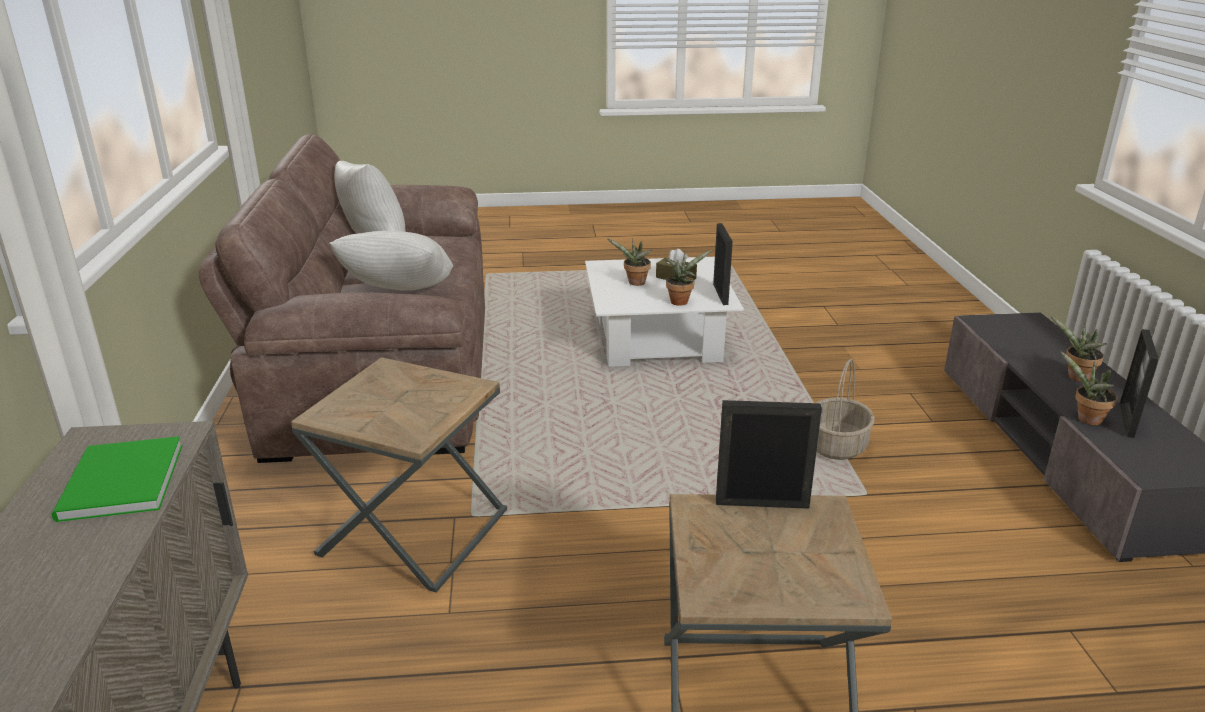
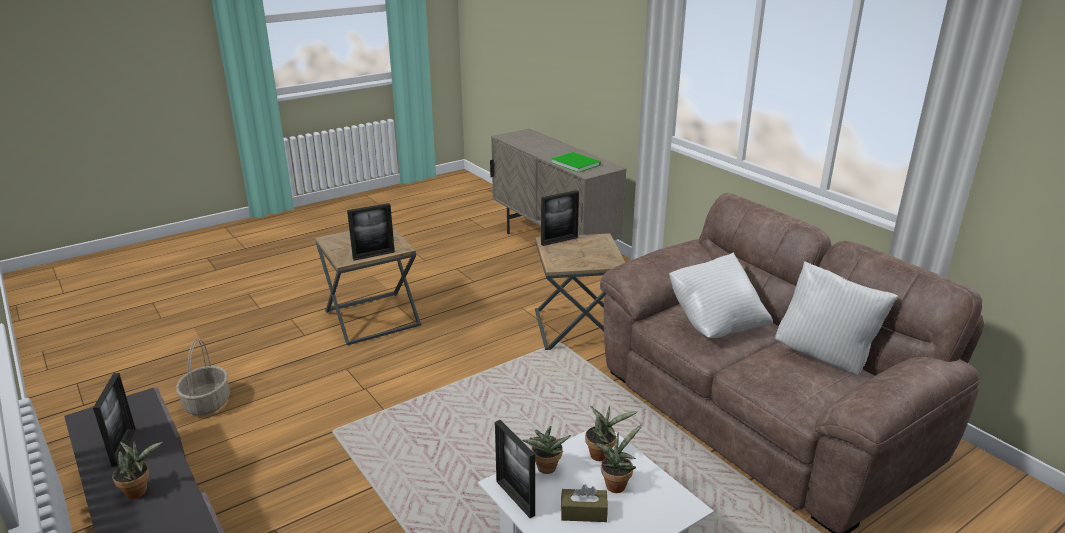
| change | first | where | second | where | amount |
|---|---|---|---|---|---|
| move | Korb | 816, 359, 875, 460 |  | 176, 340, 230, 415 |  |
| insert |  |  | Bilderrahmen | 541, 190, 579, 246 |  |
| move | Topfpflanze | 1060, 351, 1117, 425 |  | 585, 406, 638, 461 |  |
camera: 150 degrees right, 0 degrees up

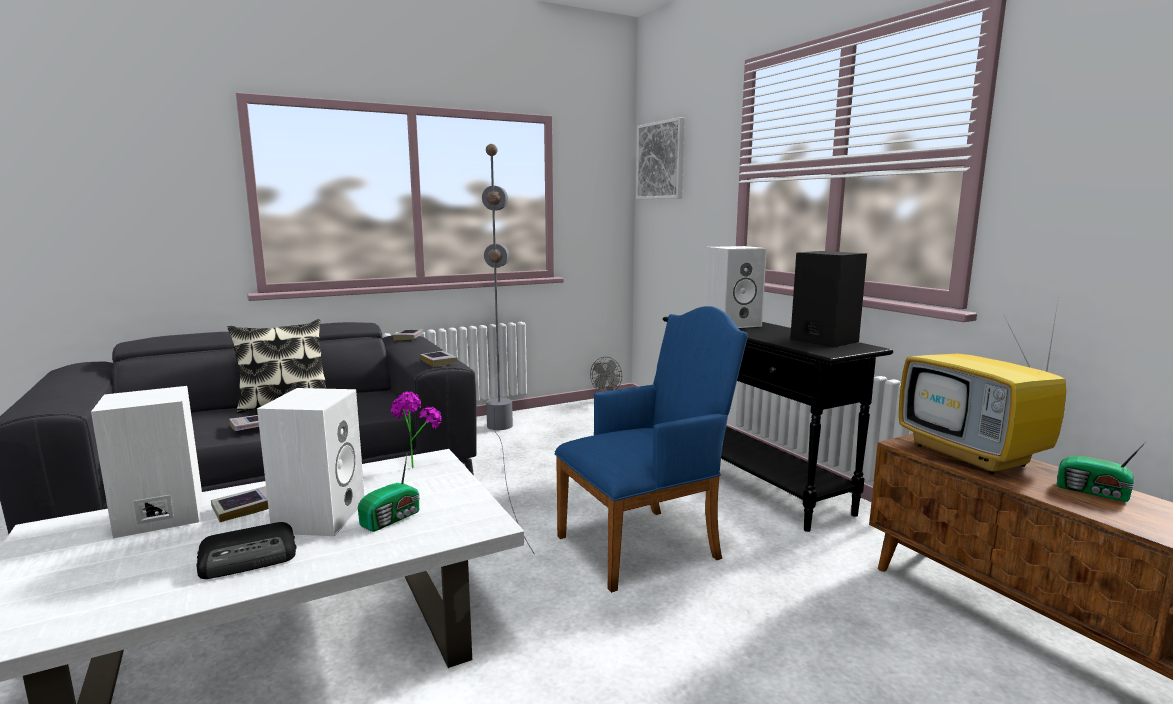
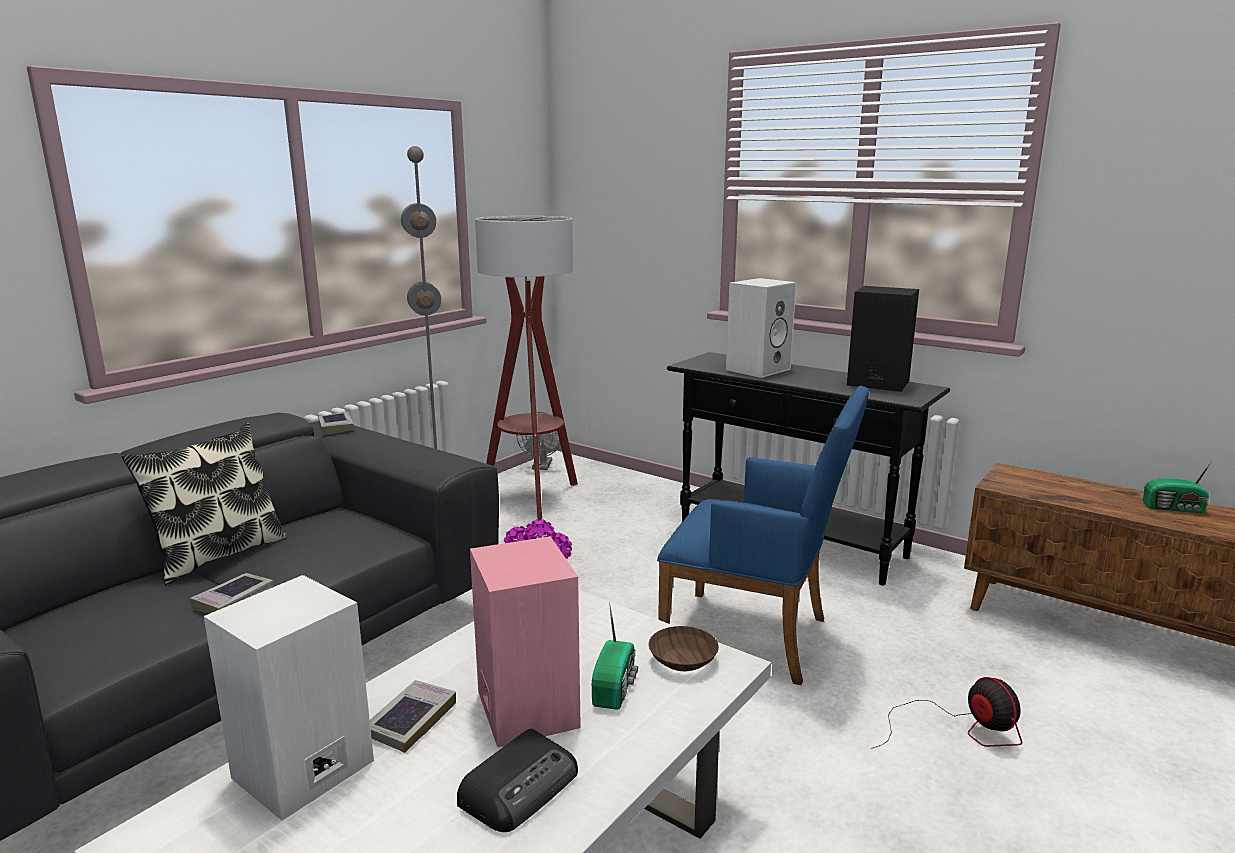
| change | first | where | second | where | amount |
|---|---|---|---|---|---|
| recolor | Lautsprecher [weiß] | 257, 388, 365, 536 | Lautsprecher [rosa] | 470, 536, 581, 747 |  |
| insert |  |  | Stehlampe | 475, 216, 578, 520 |  |
| insert |  |  | Schüssel [braun] | 649, 626, 719, 671 |  |
| rotate | Sessel [blau] | 554, 306, 748, 593 |  | 657, 386, 869, 685 | 75 degrees clockwise |
| insert |  |  | Ventilator | 871, 677, 1022, 749 |  |
| delete | Buch | 420, 351, 458, 367 |  |  |  |
| delete | Bild | 636, 117, 685, 199 |  |  |  |
| delete | Fernseher | 899, 296, 1066, 474 |  |  |  |
camera: 25 degrees left, 5 degrees up

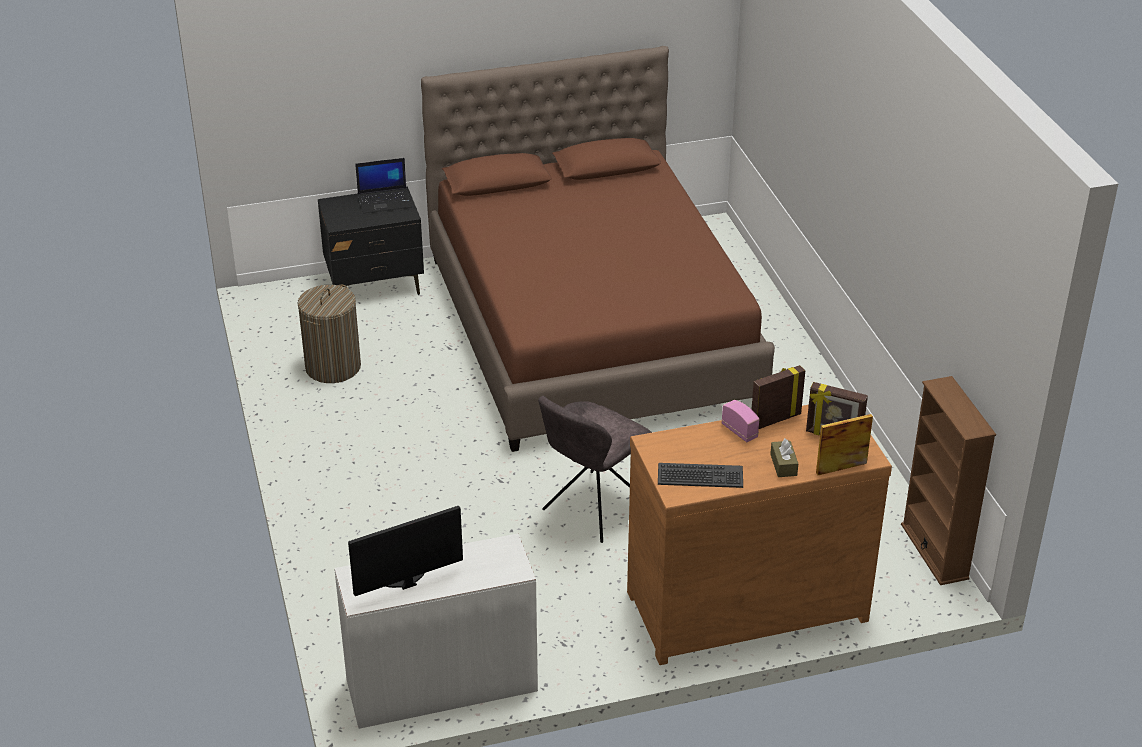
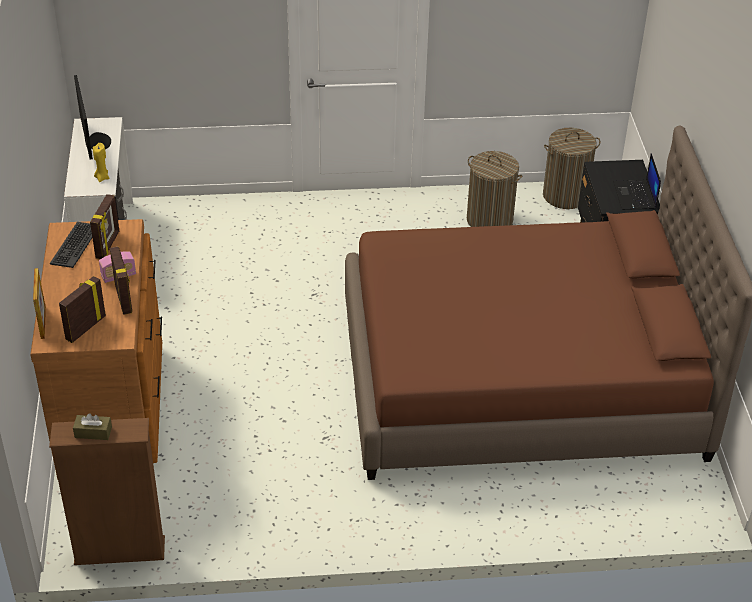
| change | first | where | second | where | amount |
|---|---|---|---|---|---|
| move | Taschentuchbox [braun] | 770, 439, 798, 477 |  | 73, 413, 112, 440 |  |
| insert |  |  | Bilderrahmen | 90, 194, 119, 259 |  |
| insert |  |  | Kerze [gelb] | 93, 143, 109, 182 |  |
| insert |  |  | Wäschekorb | 543, 128, 600, 209 |  |
| delete | Stuhl [grau] | 538, 396, 652, 543 |  |  |  |
camera: 100 degrees right, 5 degrees up

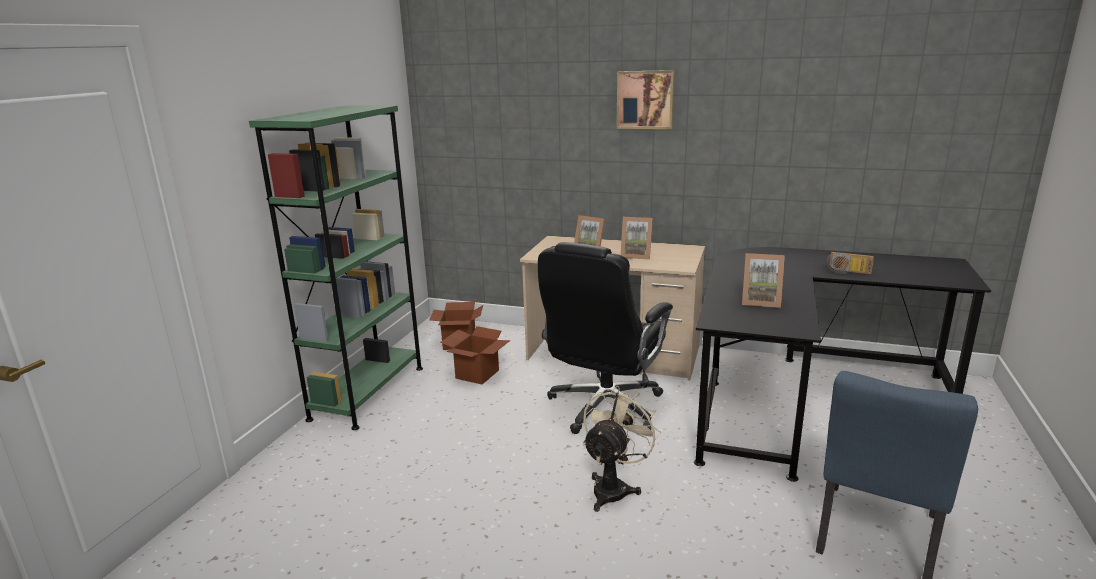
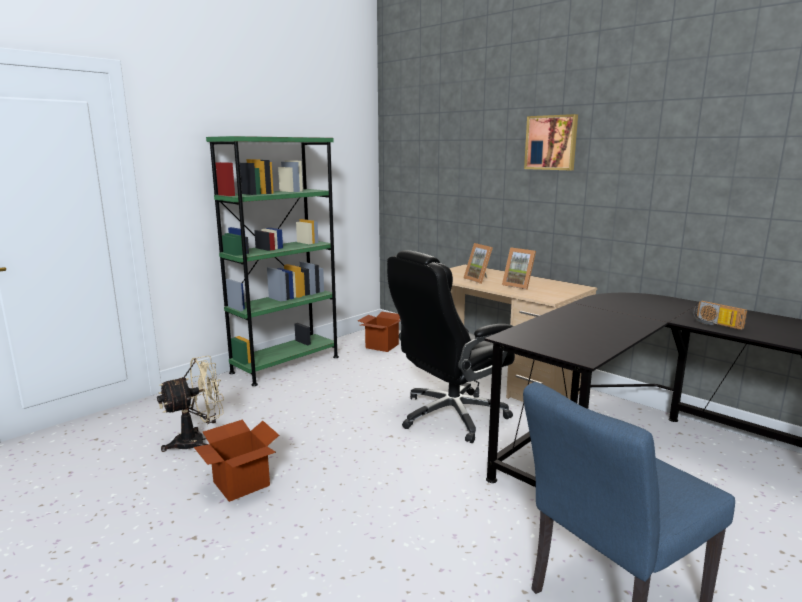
| change | first | where | second | where | amount |
|---|---|---|---|---|---|
| move | Ventilator [beige] | 583, 386, 661, 512 |  | 157, 355, 224, 452 |  |
| move | Karton | 441, 326, 510, 385 |  | 194, 419, 279, 502 |  |
| delete | Bilderrahmen | 742, 253, 785, 308 |  |  |  |
camera: 25 degrees right, 5 degrees down

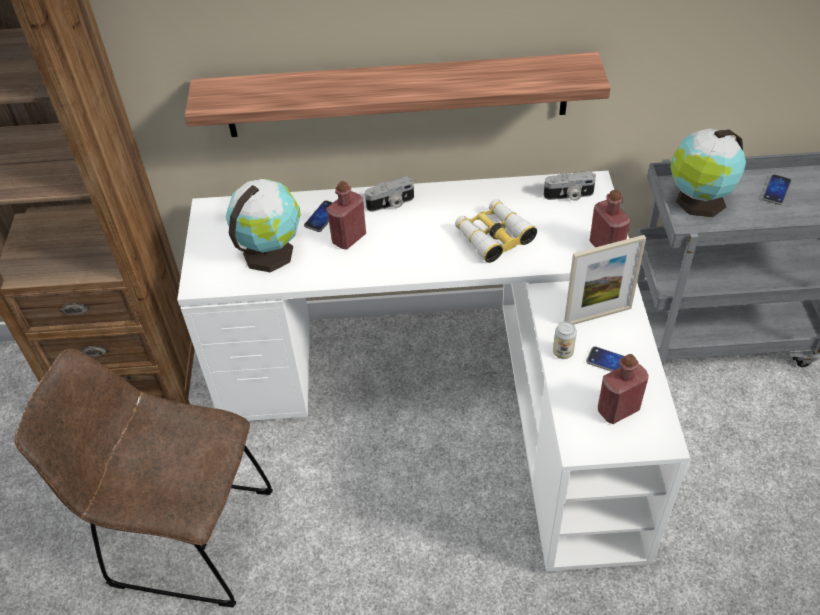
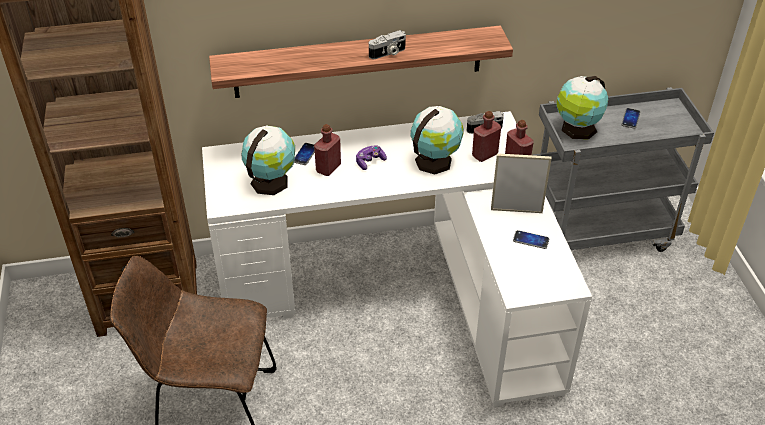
| change | first | where | second | where | amount |
|---|---|---|---|---|---|
| insert |  |  | Gamepad | 356, 145, 387, 170 |  |
| move | Kamera | 365, 176, 414, 212 |  | 369, 30, 406, 59 |  |
| replace | Fernglas | 455, 199, 537, 263 | Globus | 410, 106, 464, 174 |  |
| move | Flasche [rot] | 598, 354, 649, 424 |  | 472, 111, 501, 162 |  |
| rotate | Bilderrahmen | 564, 235, 646, 325 |  | 491, 153, 551, 213 | 150 degrees counterclockwise |
| delete | Dose | 553, 321, 577, 359 |  |  |  |
camera: 10 degrees left, 5 degrees down

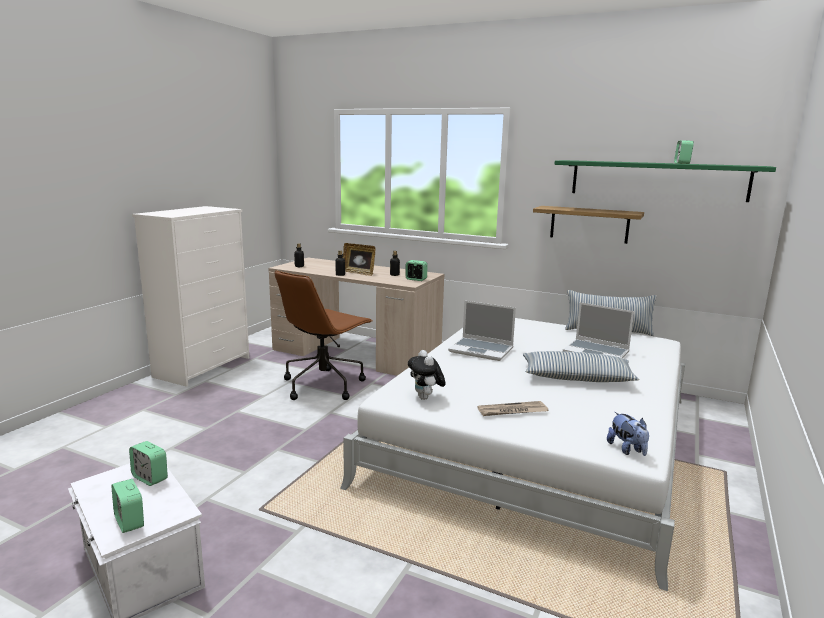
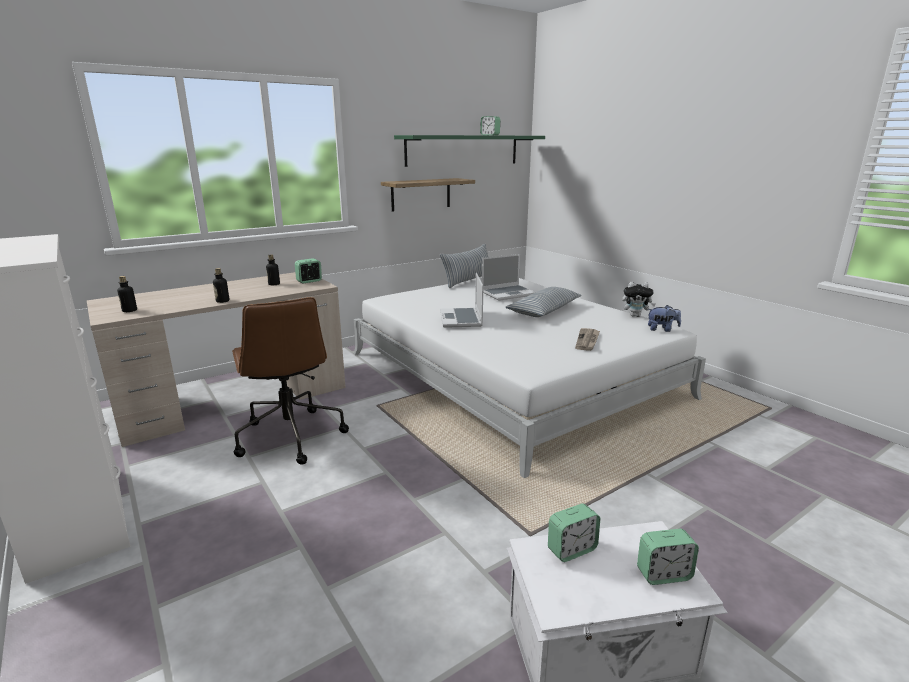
| change | first | where | second | where | amount |
|---|---|---|---|---|---|
| rotate | Laptop | 448, 301, 516, 361 |  | 440, 273, 484, 328 | 120 degrees clockwise |
| move | Plüschtier | 408, 350, 446, 400 |  | 622, 281, 656, 317 |  |
| delete | Bilderrahmen | 343, 243, 376, 276 |  |  |  |
camera: 60 degrees left, 5 degrees up

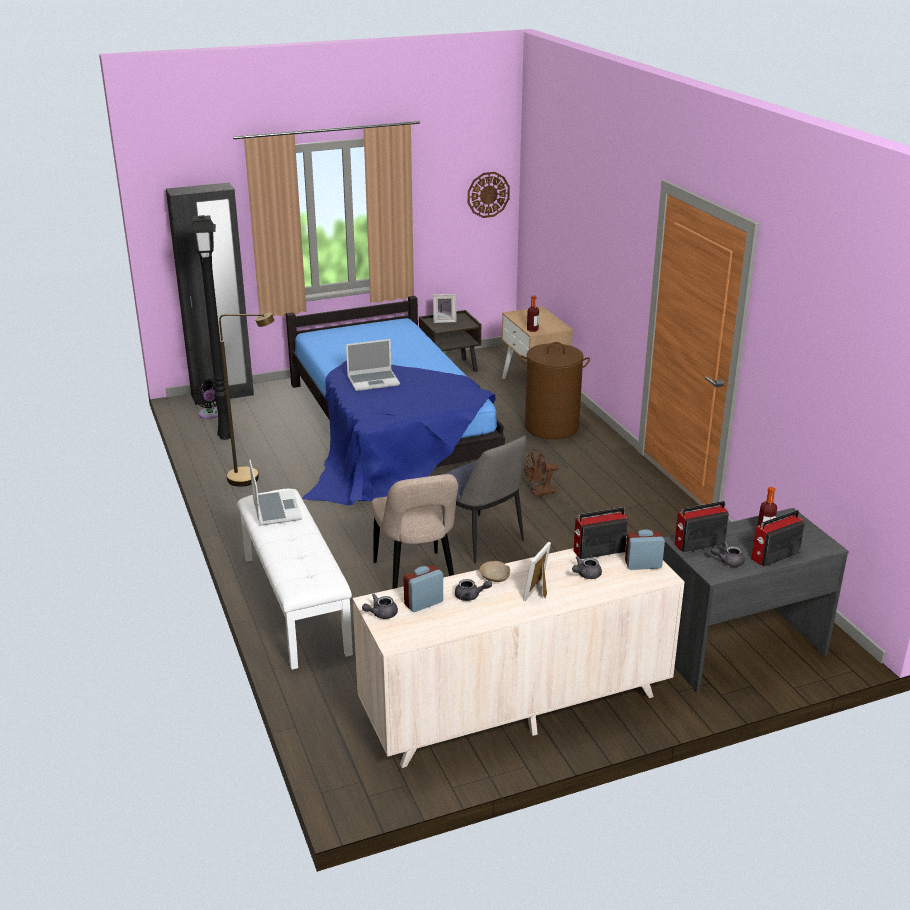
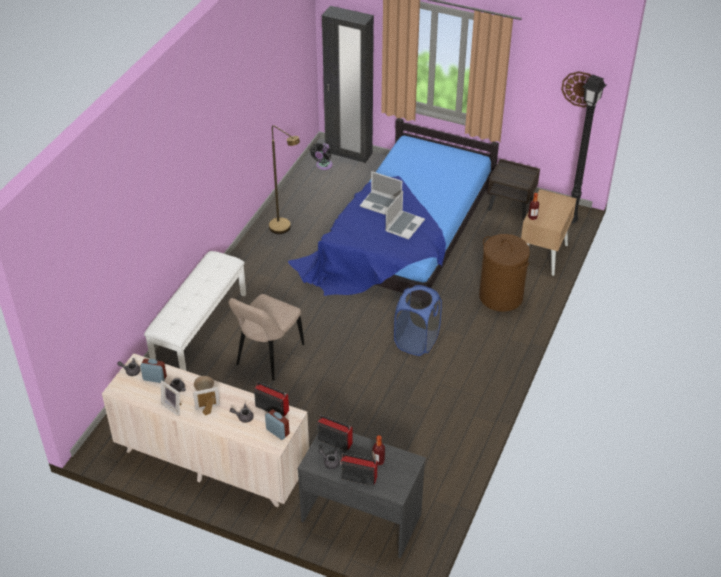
| change | first | where | second | where | amount |
|---|---|---|---|---|---|
| move | Bilderrahmen | 433, 294, 457, 323 |  | 161, 381, 182, 416 |  |
| move | Laptop | 249, 460, 302, 526 |  | 385, 191, 425, 240 |  |
| replace | Ventilator [braun] | 524, 449, 559, 496 | Wäschekorb [blau] | 394, 285, 442, 356 |  |
| move | Stehlampe [schwarz] | 189, 215, 231, 440 |  | 571, 75, 607, 223 |  |
| delete | Stuhl | 444, 435, 526, 564 |  |  |  |
camera: 45 degrees right, 15 degrees up

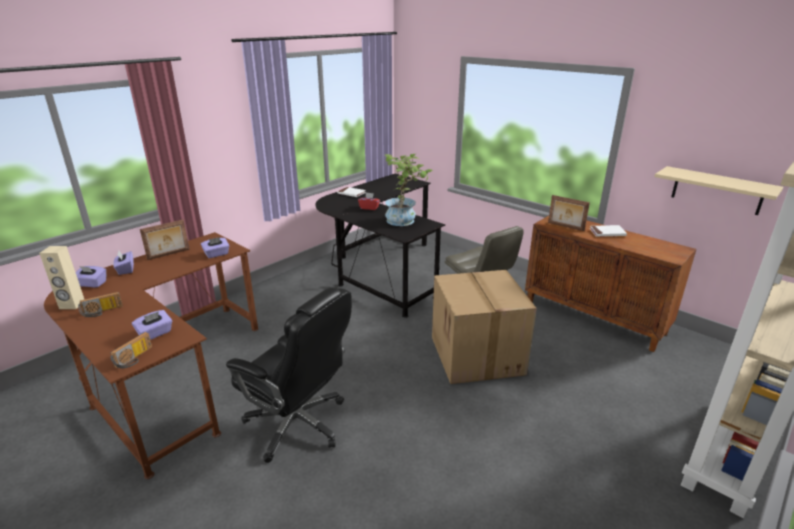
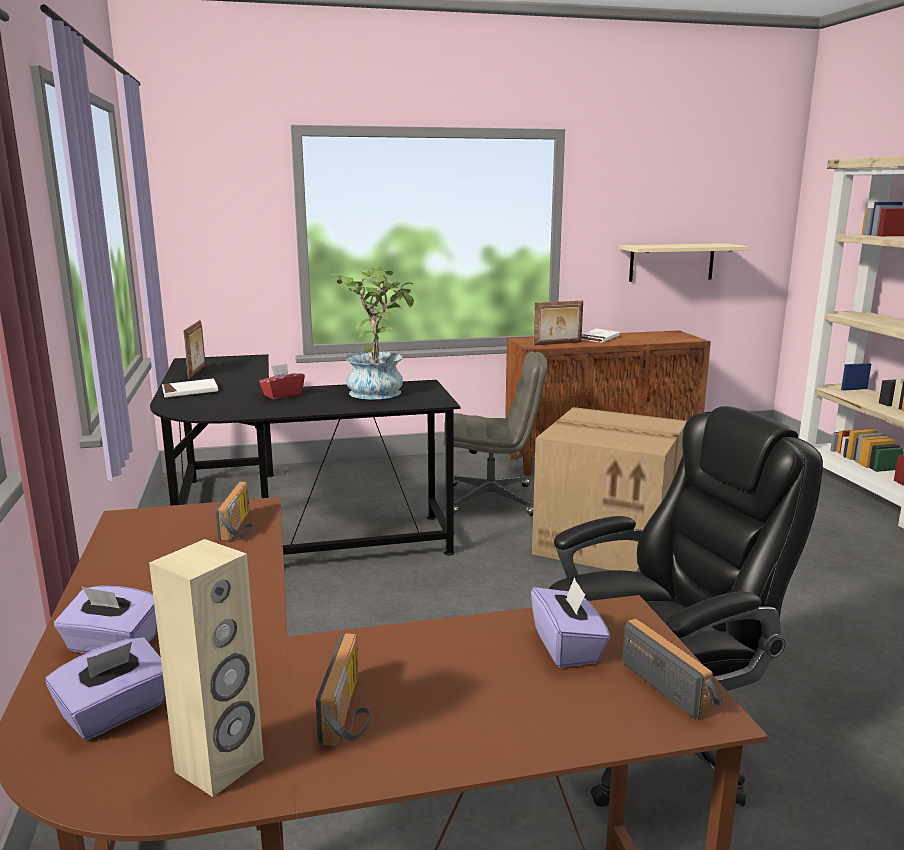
| change | first | where | second | where | amount |
|---|---|---|---|---|---|
| move | Bilderrahmen | 140, 220, 190, 260 |  | 183, 320, 205, 379 |  |
| replace | Taschentuchbox [lila] | 201, 237, 230, 258 | Radio | 216, 482, 254, 541 |  |
camera: 55 degrees left, 10 degrees down

